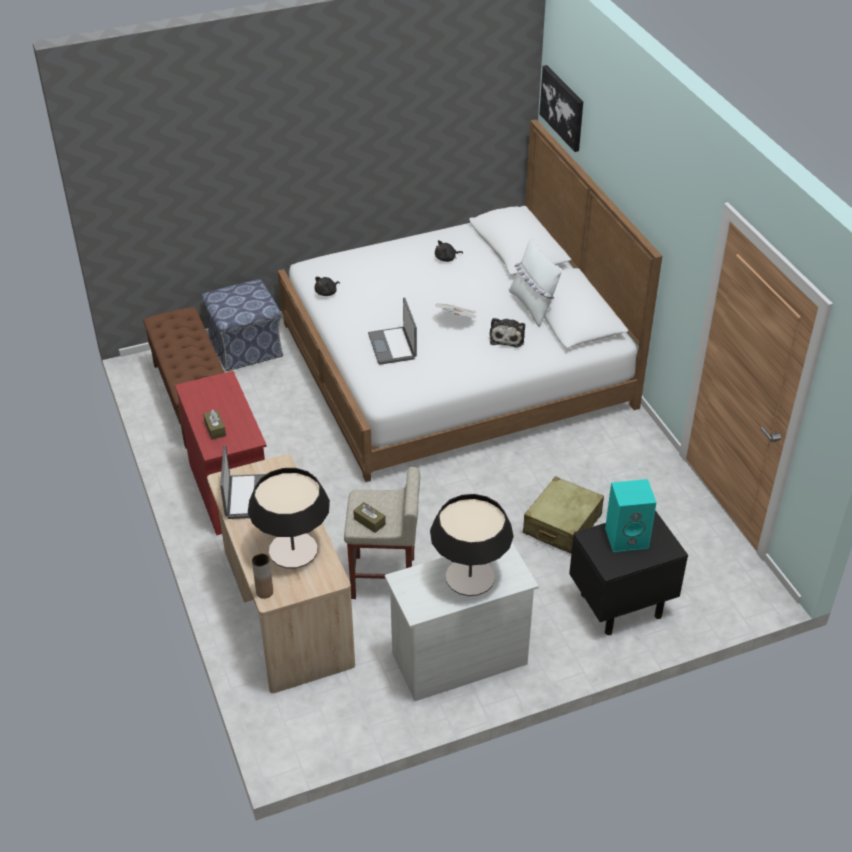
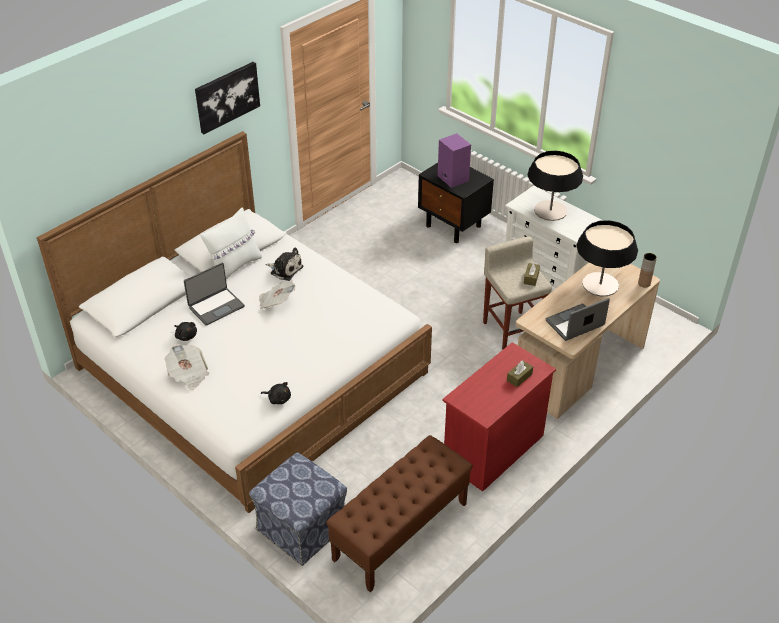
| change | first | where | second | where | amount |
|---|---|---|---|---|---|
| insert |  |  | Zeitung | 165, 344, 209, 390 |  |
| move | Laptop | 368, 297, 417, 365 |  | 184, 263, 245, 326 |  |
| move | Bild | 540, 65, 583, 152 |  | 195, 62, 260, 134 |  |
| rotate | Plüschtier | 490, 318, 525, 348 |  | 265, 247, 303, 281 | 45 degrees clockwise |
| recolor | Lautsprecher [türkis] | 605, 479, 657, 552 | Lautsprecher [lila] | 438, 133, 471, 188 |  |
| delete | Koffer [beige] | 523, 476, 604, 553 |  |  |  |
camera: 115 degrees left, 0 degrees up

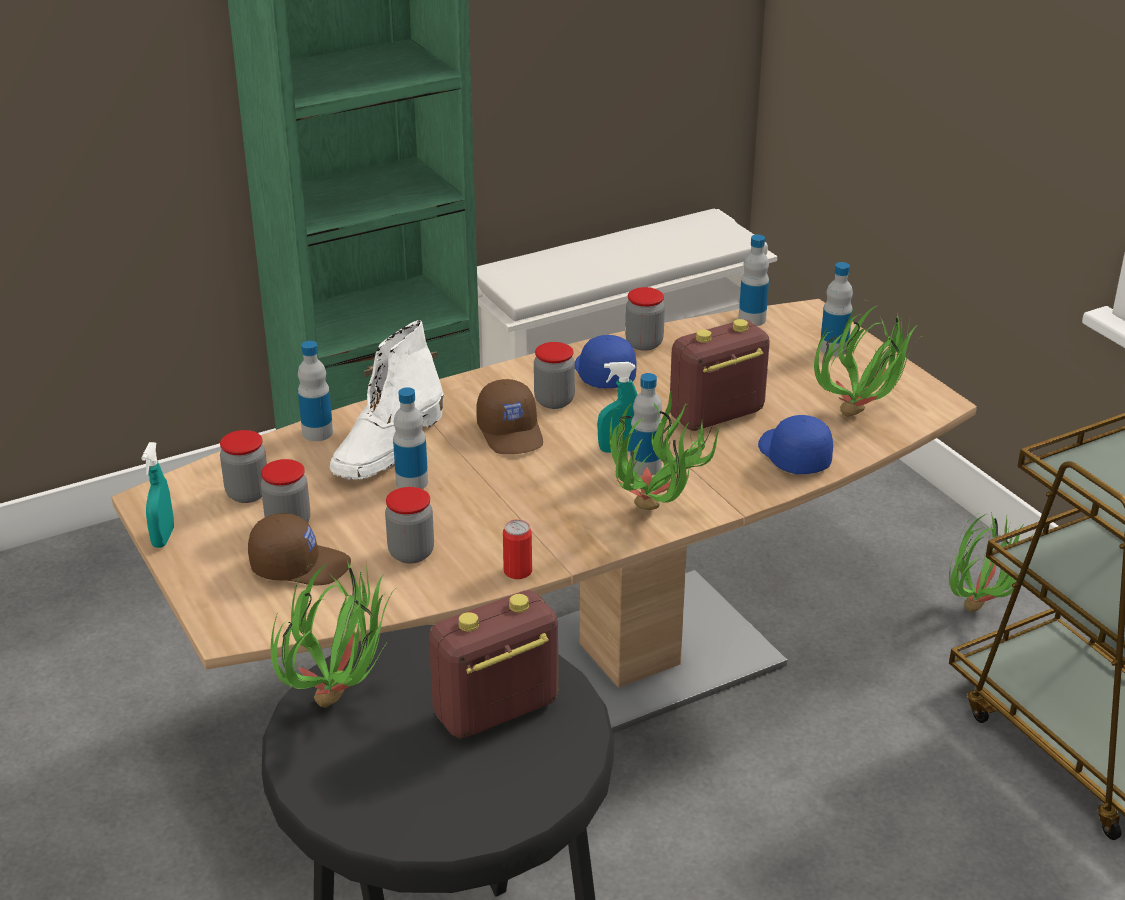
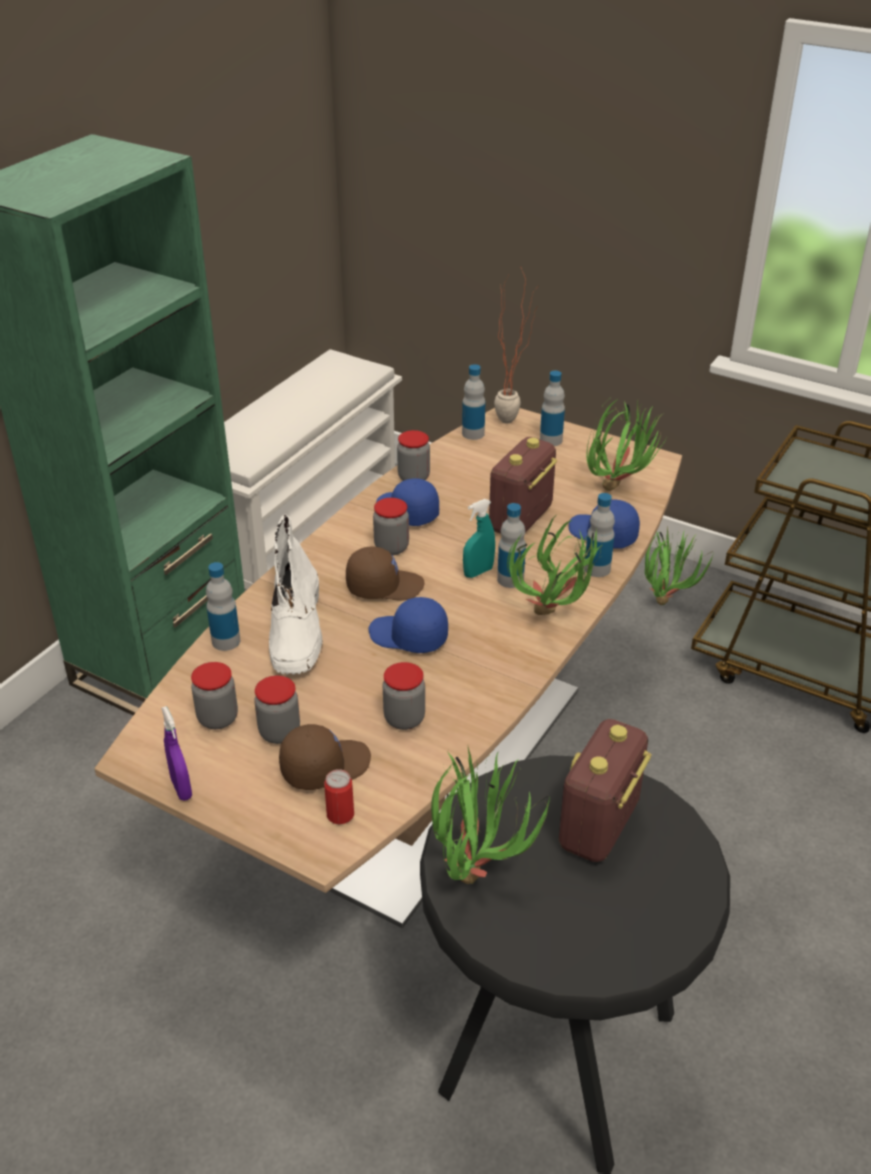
| change | first | where | second | where | amount |
|---|---|---|---|---|---|
| recolor | Sprühflasche [türkis] | 142, 442, 174, 548 | Sprühflasche [lila] | 161, 706, 192, 801 |  |
| move | Dose | 503, 519, 532, 579 |  | 324, 769, 354, 824 |  |
| rotate | Kappe [braun] | 476, 379, 543, 454 |  | 346, 546, 424, 601 | 45 degrees counterclockwise |
| insert |  |  | Kappe [blau] | 369, 597, 448, 653 |  |
| insert |  |  | Topfpflanze | 494, 266, 538, 424 |  |
| move | Flasche | 393, 387, 428, 489 |  | 584, 493, 615, 577 |  |
camera: 30 degrees left, 5 degrees up

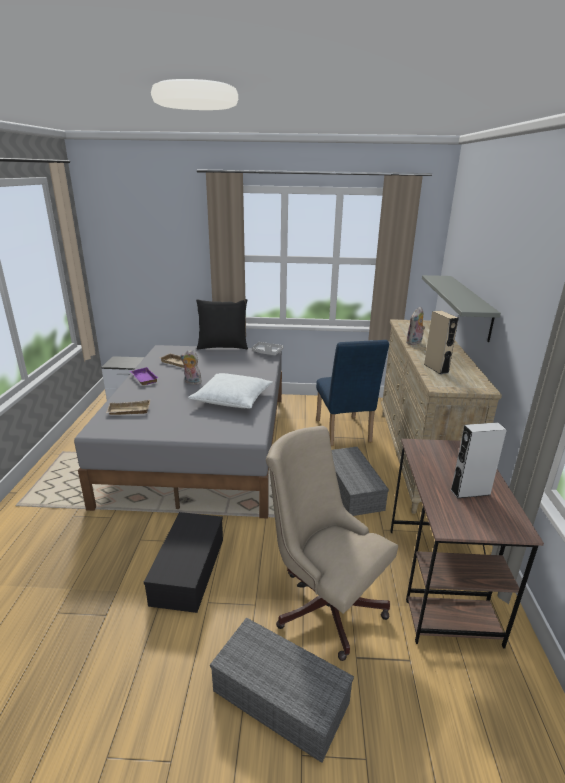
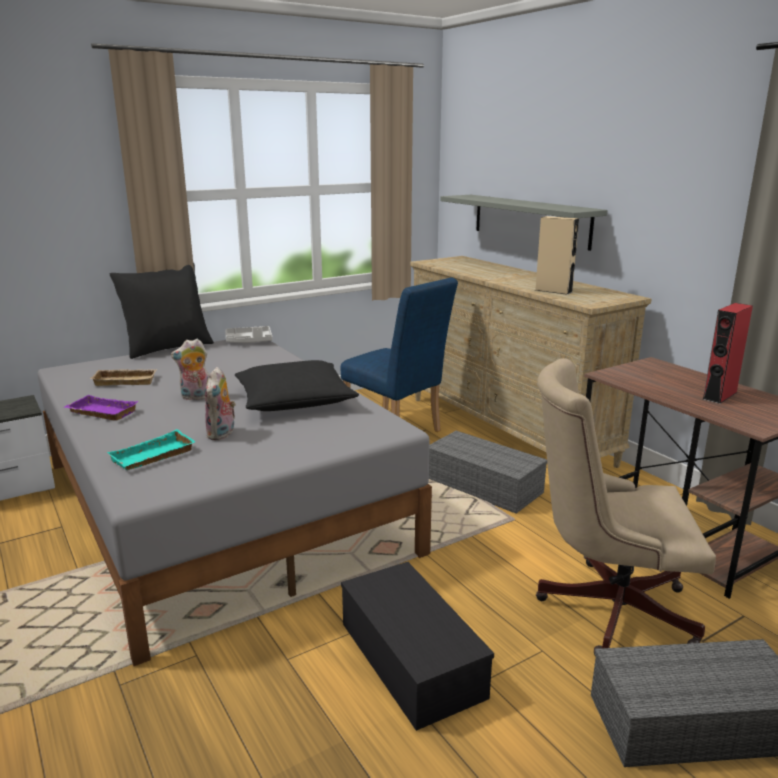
| change | first | where | second | where | amount |
|---|---|---|---|---|---|
| recolor | Tablett [beige] | 106, 400, 150, 415 | Tablett [türkis] | 107, 429, 196, 470 |  |
| move | Plüschtier | 406, 307, 425, 345 |  | 205, 367, 236, 441 |  |
| recolor | Kissen [weiß] | 188, 373, 273, 409 | Kissen [schwarz] | 235, 360, 359, 411 |  |
| recolor | Lautsprecher [grau] | 450, 422, 507, 498 | Lautsprecher [rot] | 703, 303, 753, 404 |  |
camera: 35 degrees left, 5 degrees down

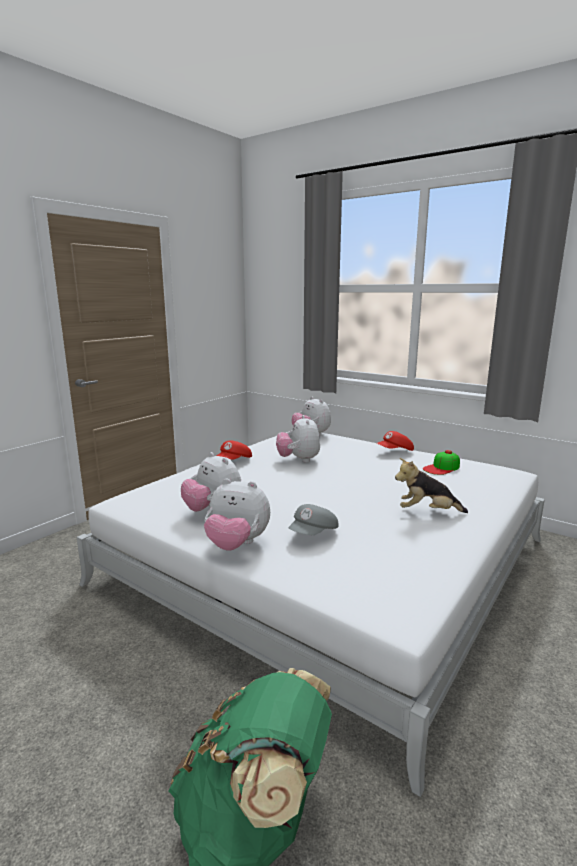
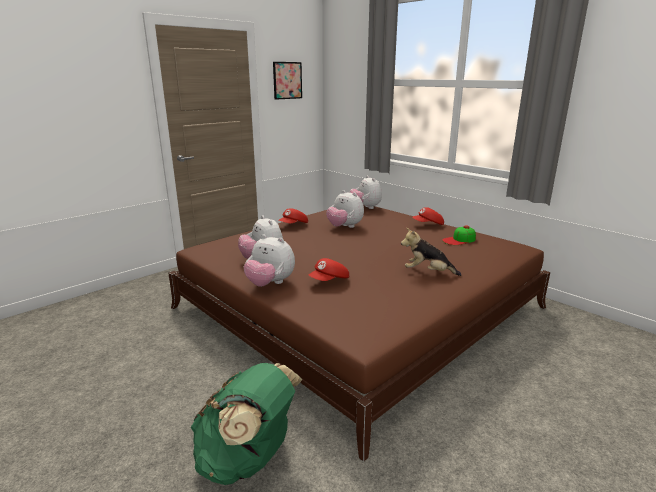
| change | first | where | second | where | amount |
|---|---|---|---|---|---|
| recolor | Bett [weiß] | 77, 431, 545, 797 | Bett [braun] | 168, 205, 550, 462 |  |
| insert |  |  | Bild | 273, 62, 302, 100 |  |
| recolor | Kappe [grau] | 289, 504, 339, 535 | Kappe [rot] | 309, 258, 349, 281 |  |
| rotate | Plüschtier | 276, 415, 320, 463 |  | 326, 190, 364, 228 | 45 degrees counterclockwise |
camera: 10 degrees right, 5 degrees up

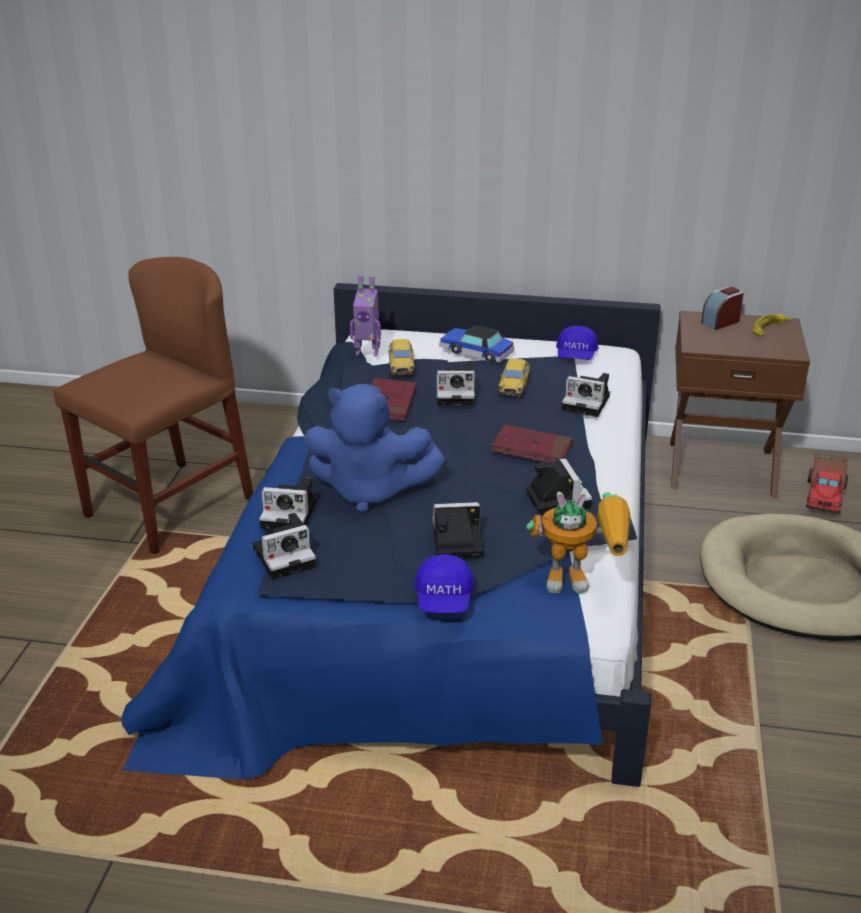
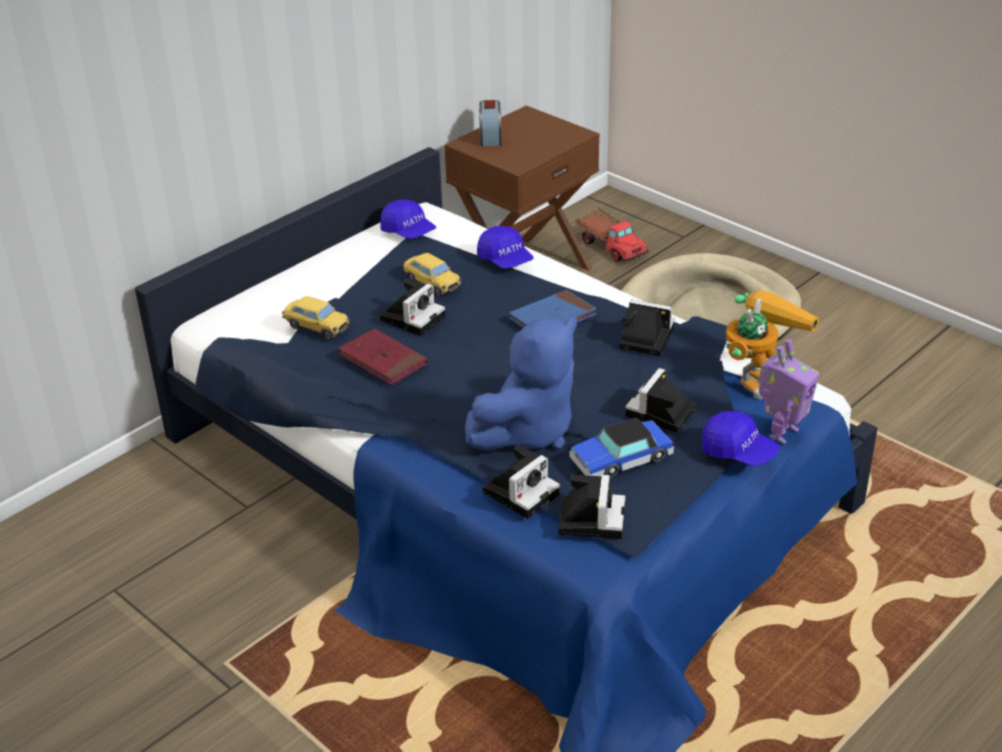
| change | first | where | second | where | amount |
|---|---|---|---|---|---|
| replace | Kamera | 562, 373, 610, 417 | Kappe [blau] | 477, 226, 534, 269 |  |
| recolor | Buch [rot] | 491, 425, 573, 462 | Buch [blau] | 509, 290, 596, 328 |  |
| move | Spielzeugauto | 439, 325, 514, 363 |  | 570, 418, 674, 477 |  |
| move | Spielzeugroboter | 350, 276, 381, 356 |  | 759, 339, 819, 444 |  |
| delete | Stuhl [braun] | 54, 257, 253, 555 |  |  |  |
| delete | Banane | 752, 314, 792, 336 |  |  |  |
camera: 55 degrees left, 5 degrees up

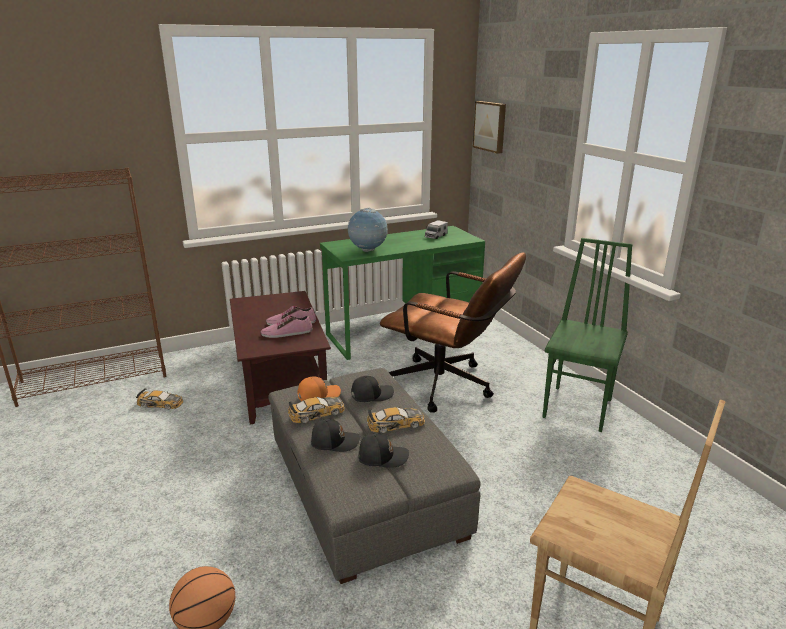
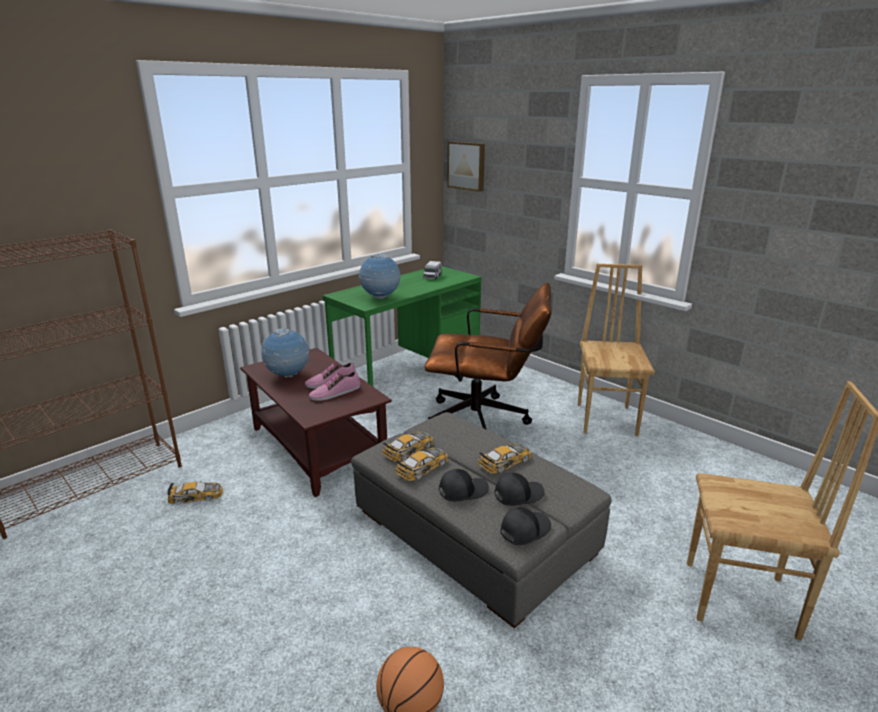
| change | first | where | second | where | amount |
|---|---|---|---|---|---|
| insert |  |  | Globus | 261, 328, 309, 378 |  |
| replace | Kappe [orange] | 298, 377, 341, 401 | Spielzeugauto | 382, 431, 434, 461 |  |
| move | Kappe [schwarz] | 351, 376, 394, 402 |  | 500, 507, 551, 545 |  |
| recolor | Stuhl [grün] | 542, 238, 633, 432 | Stuhl [braun] | 578, 264, 655, 436 |  |
camera: 20 degrees left, 0 degrees up

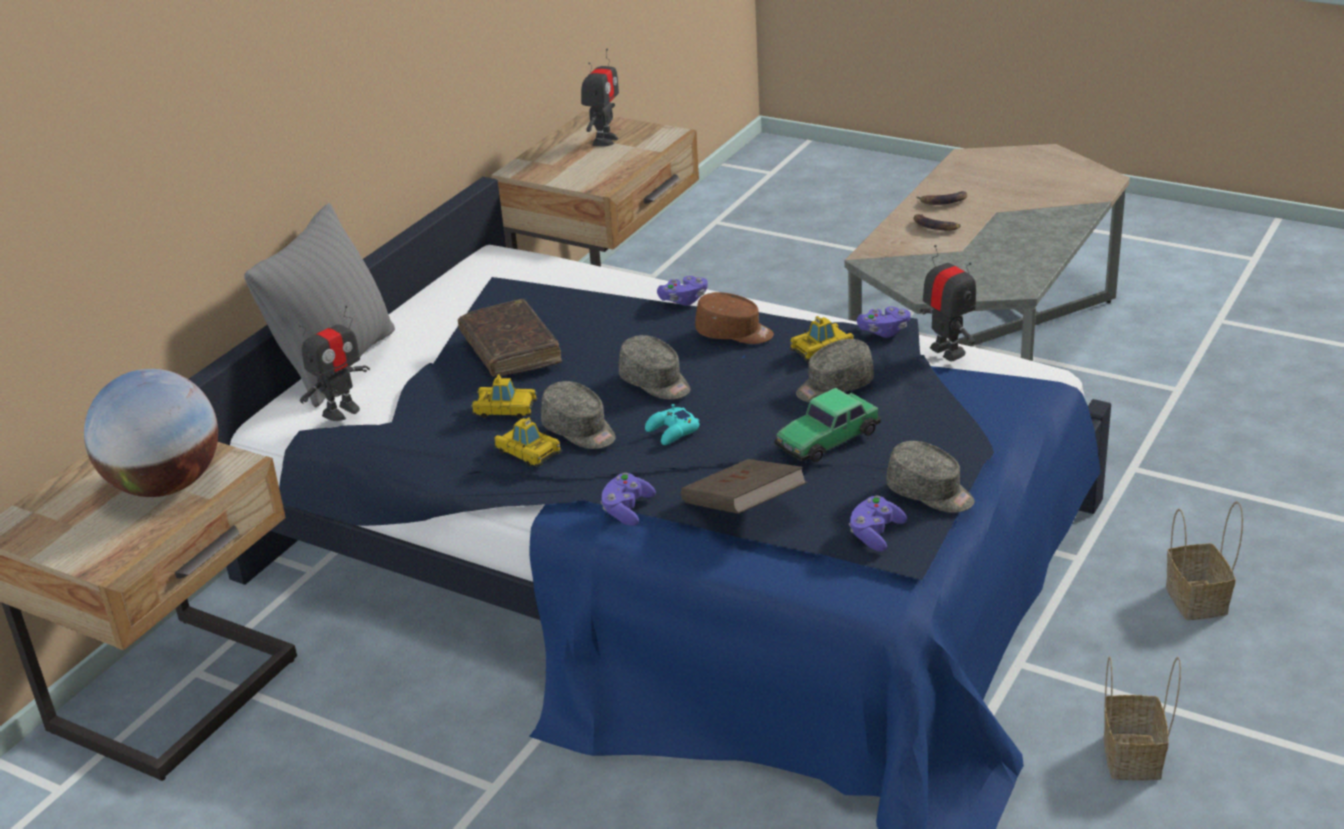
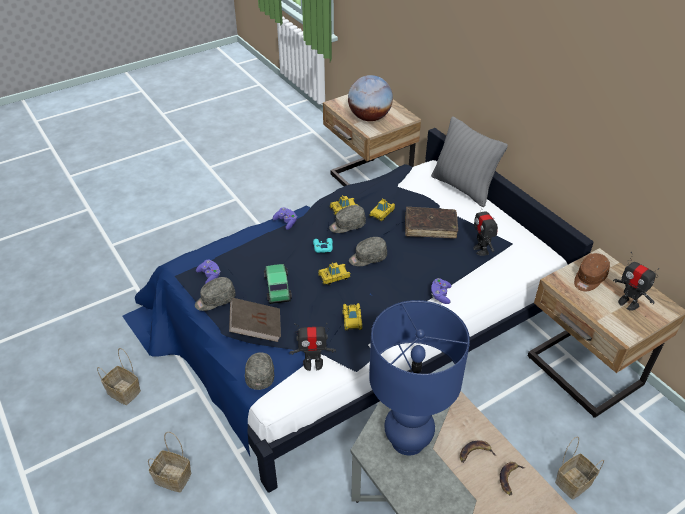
| change | first | where | second | where | amount |
|---|---|---|---|---|---|
| move | Buch [braun] | 681, 459, 807, 514 |  | 229, 298, 281, 342 |  |
| move | Kappe [grau] | 796, 339, 874, 402 |  | 245, 352, 274, 390 |  |
| insert |  |  | Spielzeugauto | 318, 262, 351, 285 |  |
| insert |  |  | Tischlampe [blau] | 369, 300, 470, 455 |  |
| move | Spielzeugroboter | 299, 306, 370, 421 |  | 473, 201, 498, 256 |  |
| insert |  |  | Korb | 555, 436, 604, 499 |  |
| move | Kappe [braun] | 695, 292, 774, 344 |  | 574, 253, 610, 291 |  |
| delete | Gamepad [lila] | 857, 306, 911, 338 |  |  |  |
camera: 115 degrees right, 10 degrees up

